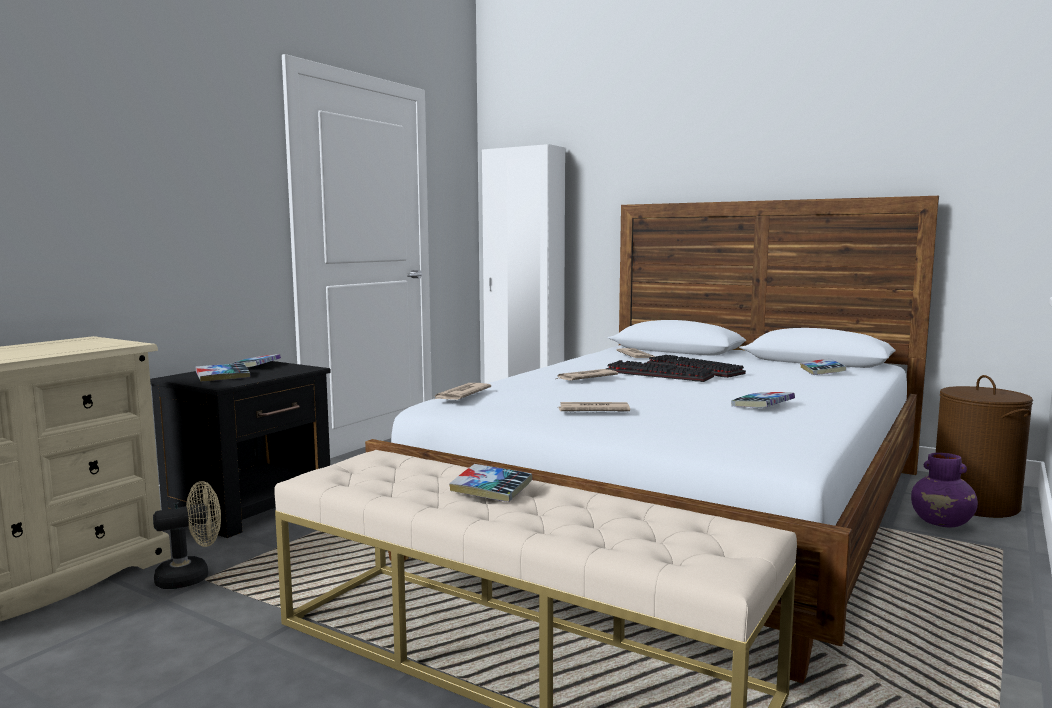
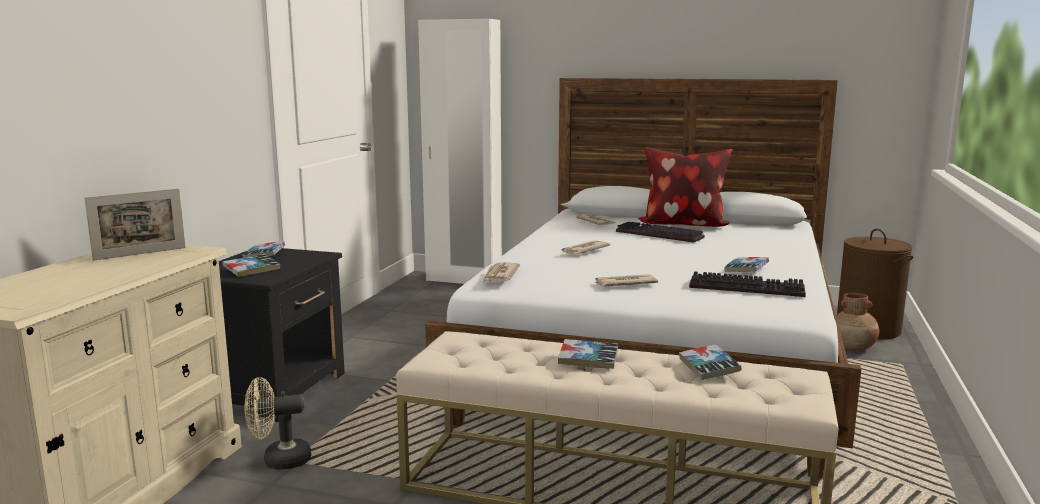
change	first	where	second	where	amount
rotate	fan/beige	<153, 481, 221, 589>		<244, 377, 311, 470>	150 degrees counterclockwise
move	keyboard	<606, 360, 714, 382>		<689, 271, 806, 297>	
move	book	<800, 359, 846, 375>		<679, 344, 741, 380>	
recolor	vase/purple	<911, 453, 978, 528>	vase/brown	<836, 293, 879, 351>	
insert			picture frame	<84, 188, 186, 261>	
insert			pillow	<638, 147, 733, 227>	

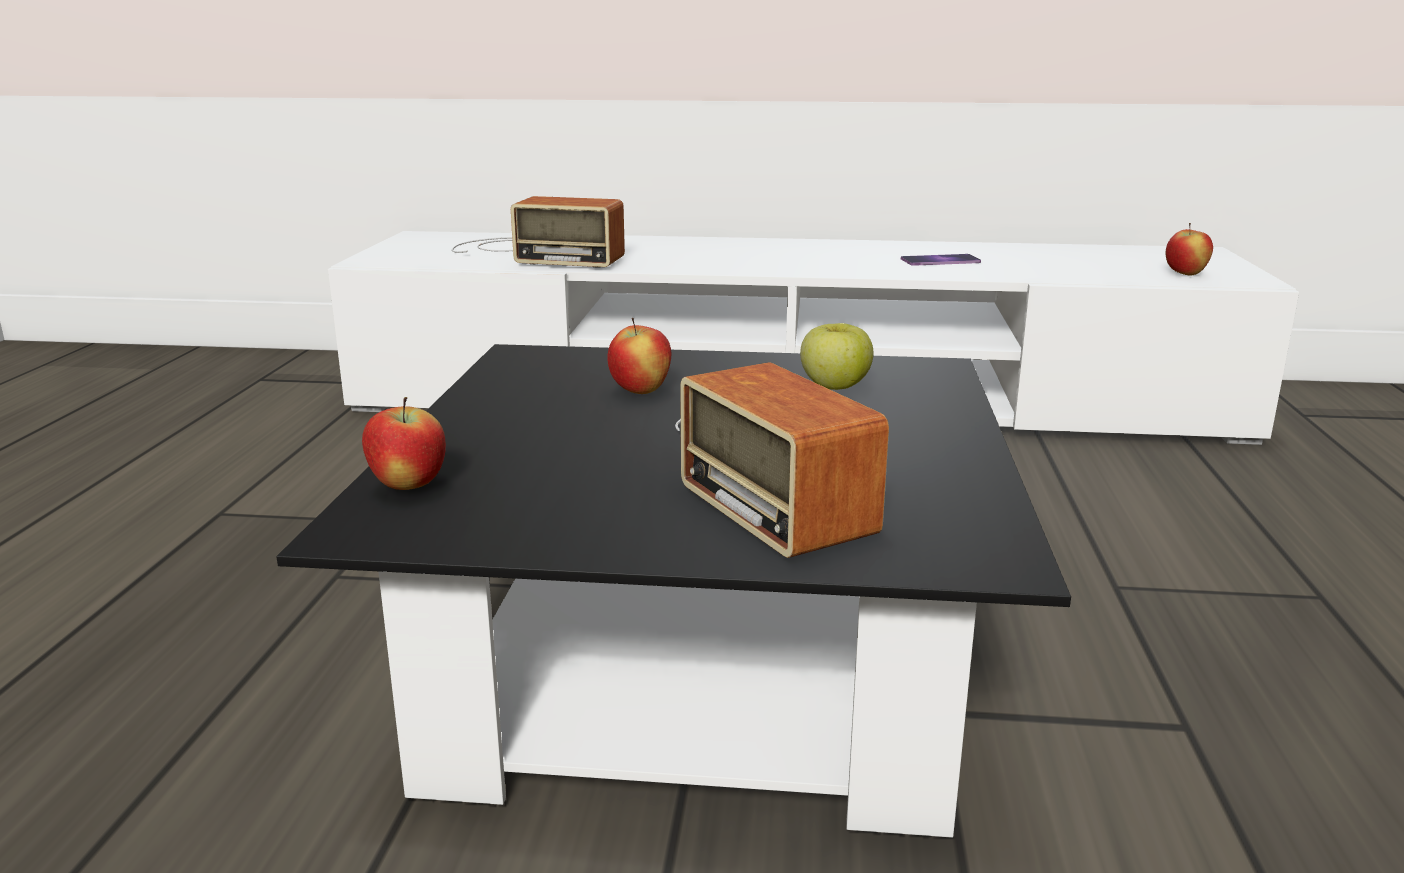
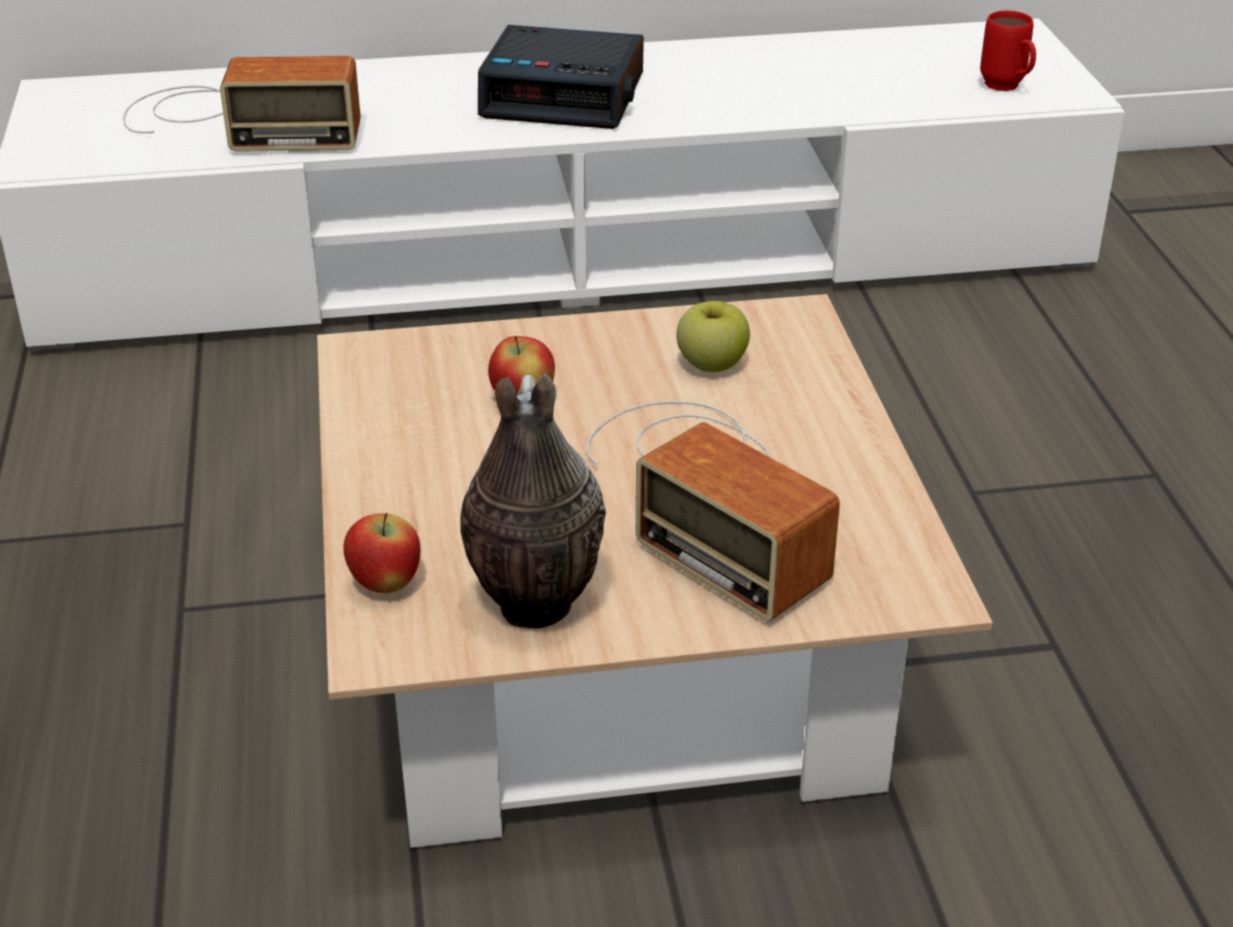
change	first	where	second	where	amount
recolor	coffee table/black	<276, 344, 1071, 838>	coffee table/beige	<317, 294, 993, 848>	
delete	phone	<901, 254, 981, 266>			
replace	apple	<1166, 223, 1213, 276>	mug/red	<980, 11, 1036, 91>	
insert			vase	<460, 374, 606, 628>	
insert			alarm clock	<478, 25, 644, 129>	

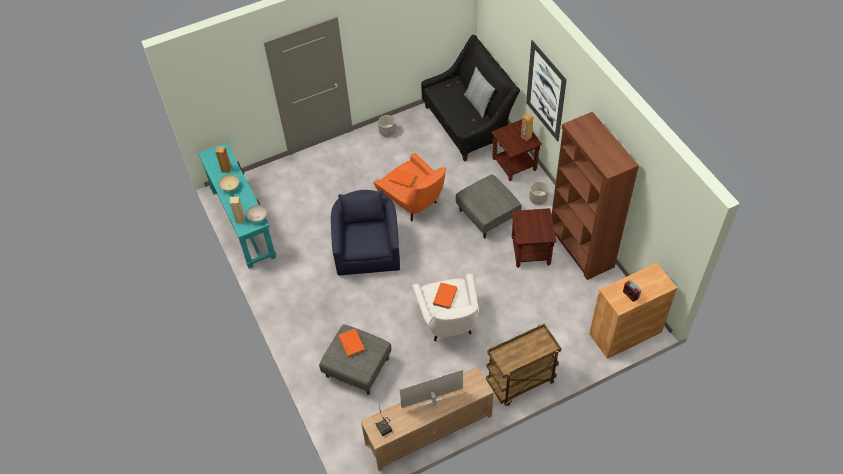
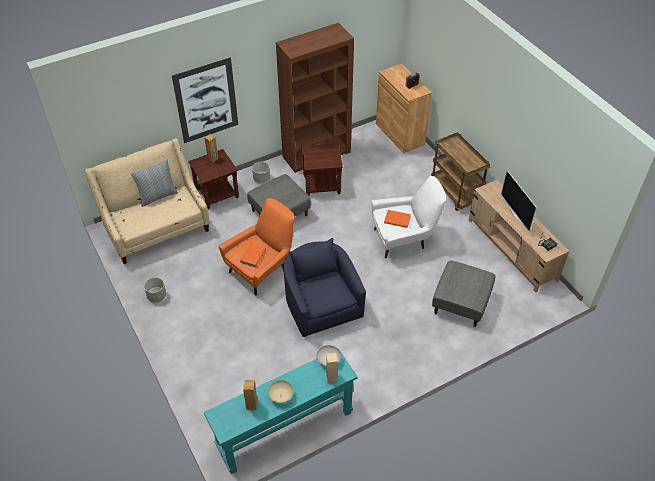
change	first	where	second	where	amount
rotate	armchair/blue	<331, 190, 400, 276>		<283, 238, 366, 337>	75 degrees clockwise
delete	book/orange	<339, 329, 365, 357>			
recolor	sofa/black	<421, 35, 520, 162>	sofa/beige	<85, 139, 210, 264>	

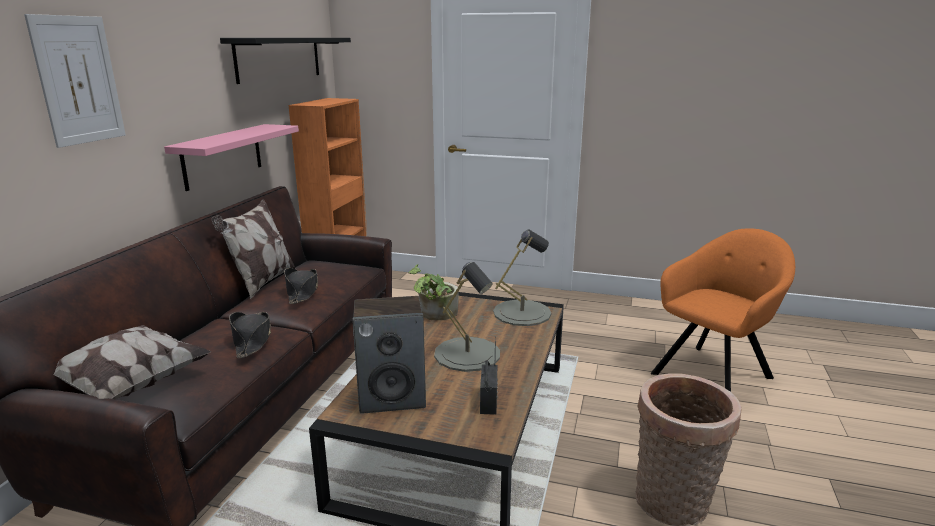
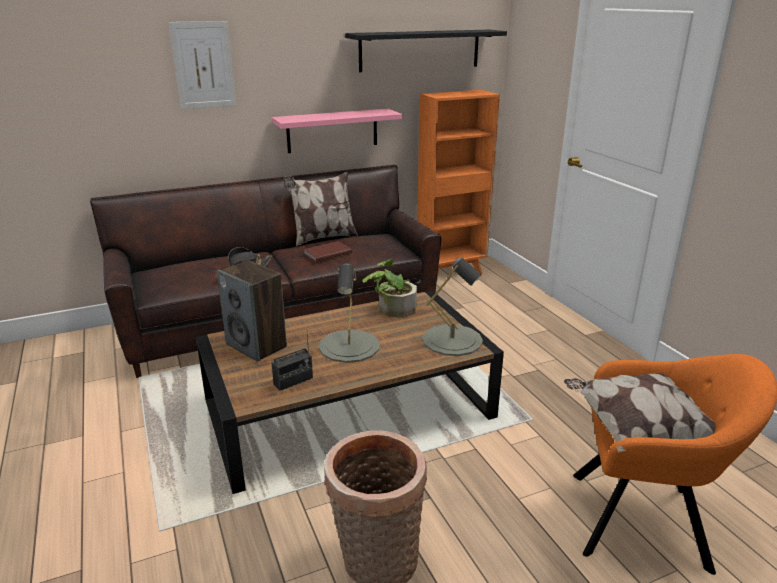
change	first	where	second	where	amount
move	pillow	<54, 325, 212, 399>		<564, 373, 716, 452>	
replace	hat/black	<284, 268, 318, 304>	book/brown	<303, 241, 352, 262>	

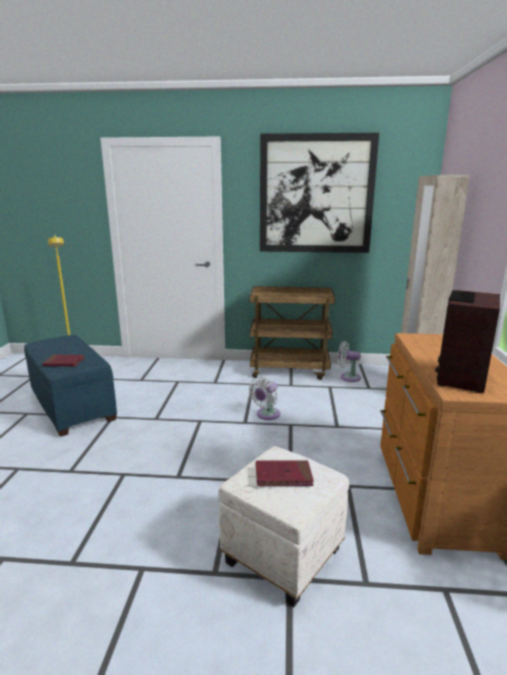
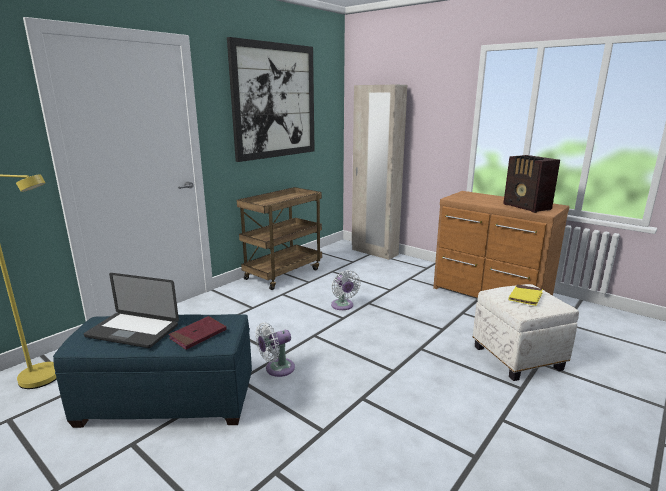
change	first	where	second	where	amount
recolor	book/red	<256, 460, 314, 486>	book/yellow	<509, 284, 543, 306>	
move	fan/white	<337, 341, 361, 382>		<255, 323, 295, 377>	
insert			laptop	<84, 273, 179, 348>	

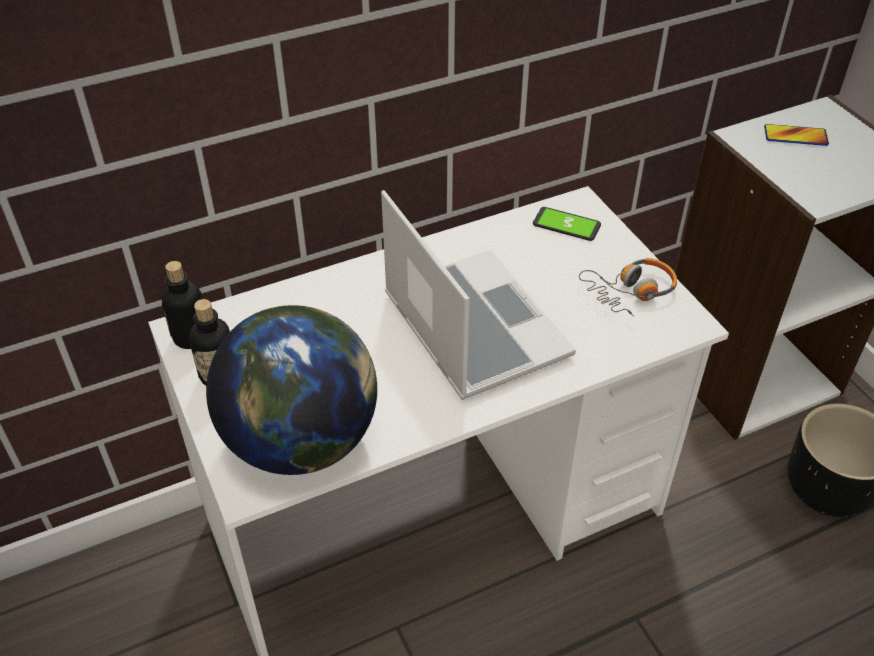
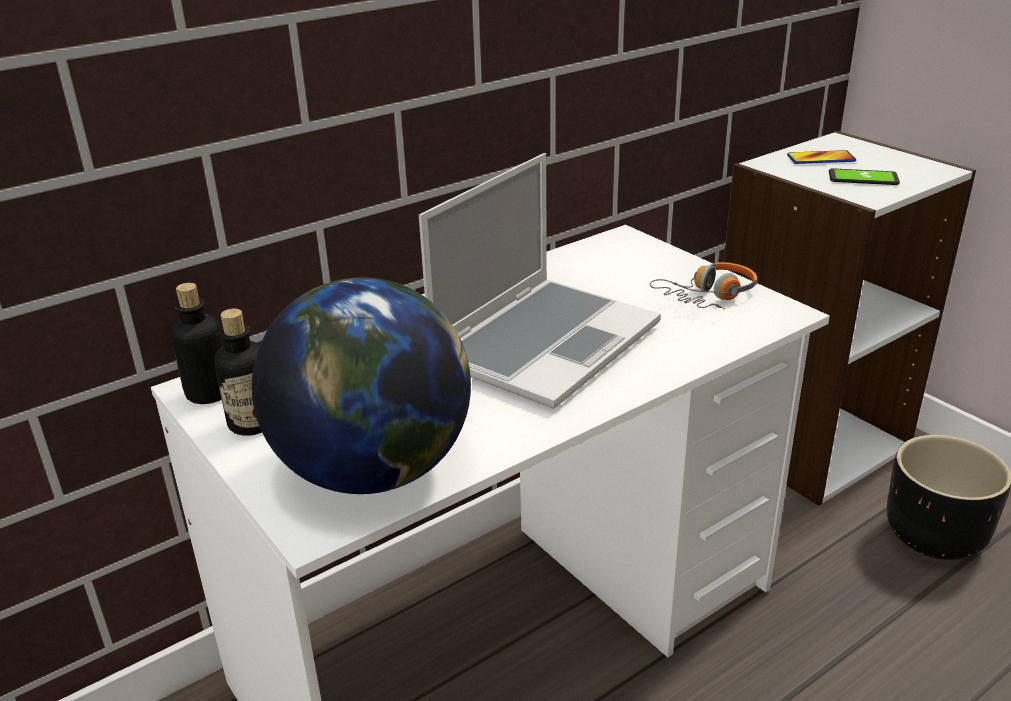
change	first	where	second	where	amount
rotate	laptop	<381, 190, 576, 400>		<419, 153, 661, 409>	75 degrees clockwise
move	phone	<533, 207, 601, 241>		<829, 168, 900, 185>	

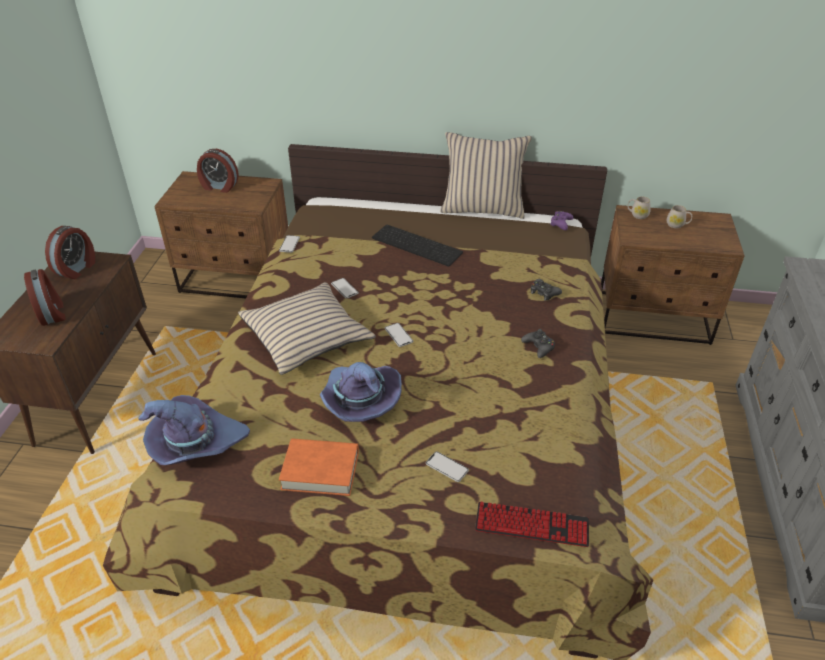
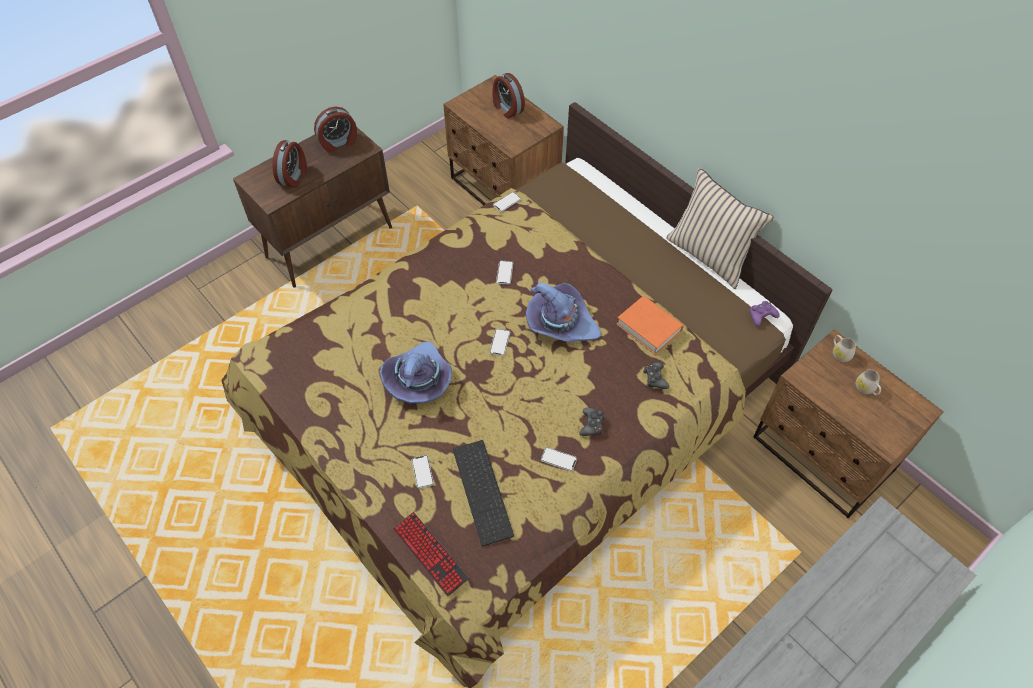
change	first	where	second	where	amount
move	hat/purple	<138, 395, 250, 465>		<526, 283, 601, 342>	
delete	pillow/beige	<238, 282, 376, 375>			
move	book/orange	<279, 438, 359, 496>		<616, 296, 684, 355>	
move	keyboard	<372, 224, 463, 267>		<453, 440, 514, 546>	
insert			phone	<541, 447, 577, 471>	

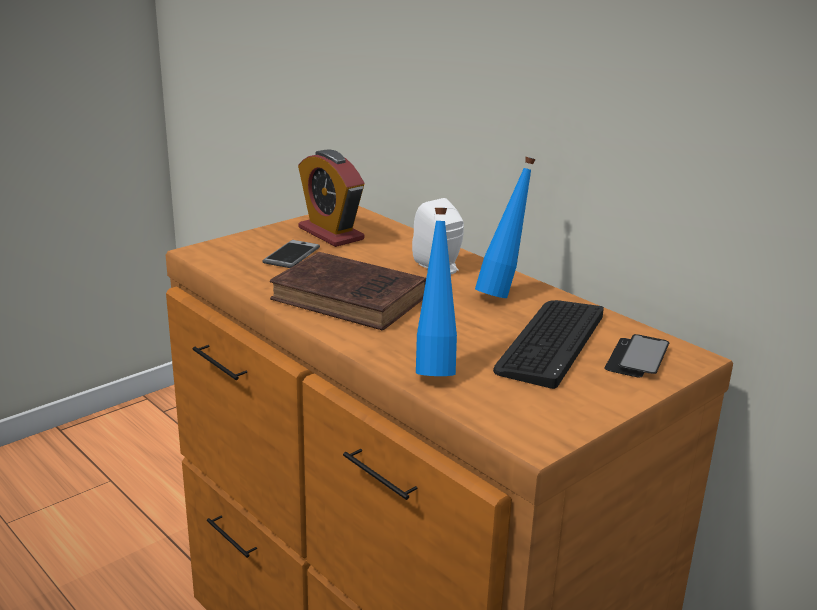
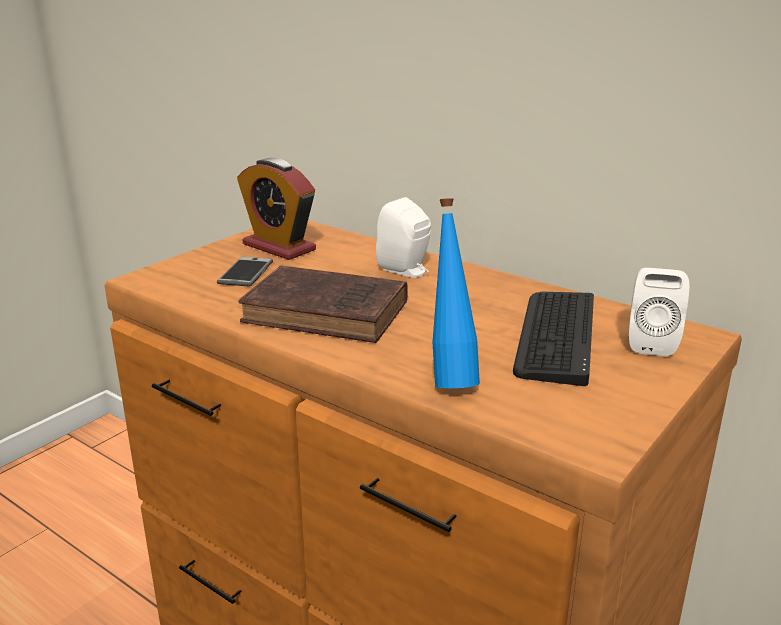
change	first	where	second	where	amount
delete	bottle/blue	<475, 157, 536, 298>			
replace	phone	<605, 334, 670, 377>	speaker/white	<629, 268, 690, 357>	

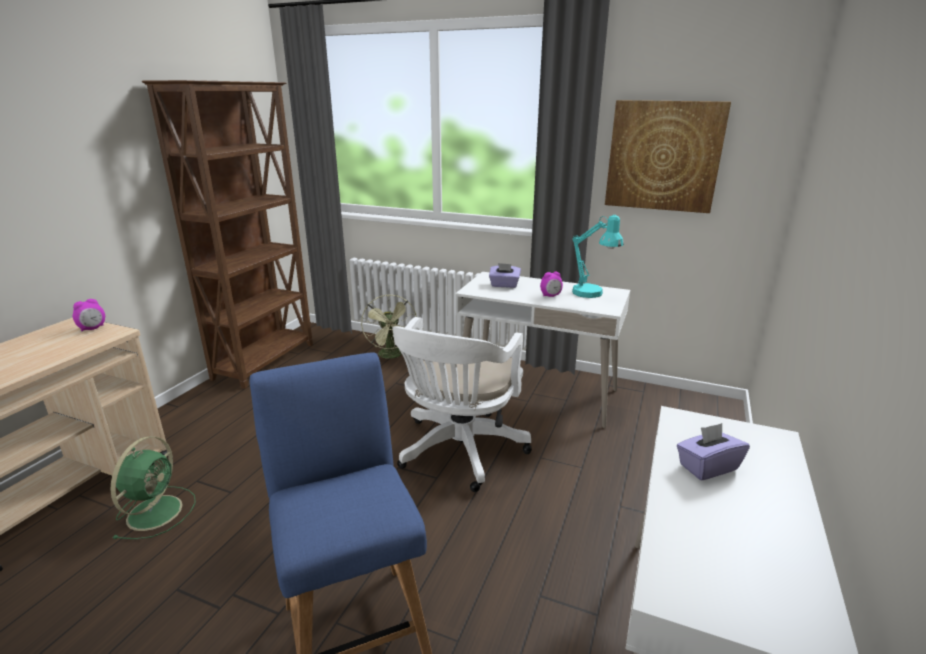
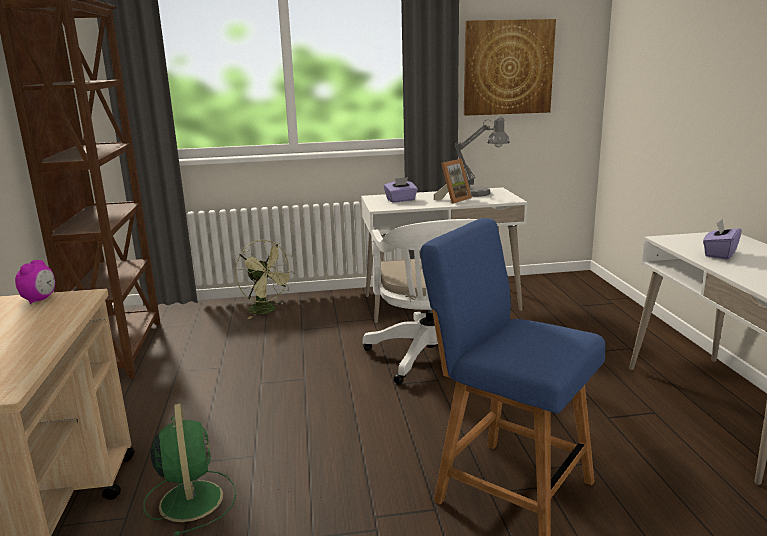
change	first	where	second	where	amount
replace	alarm clock	<540, 272, 563, 297>	picture frame	<434, 158, 472, 204>	
recolor	table lamp/turquoise	<572, 215, 624, 298>	table lamp/grey	<455, 116, 510, 197>	

